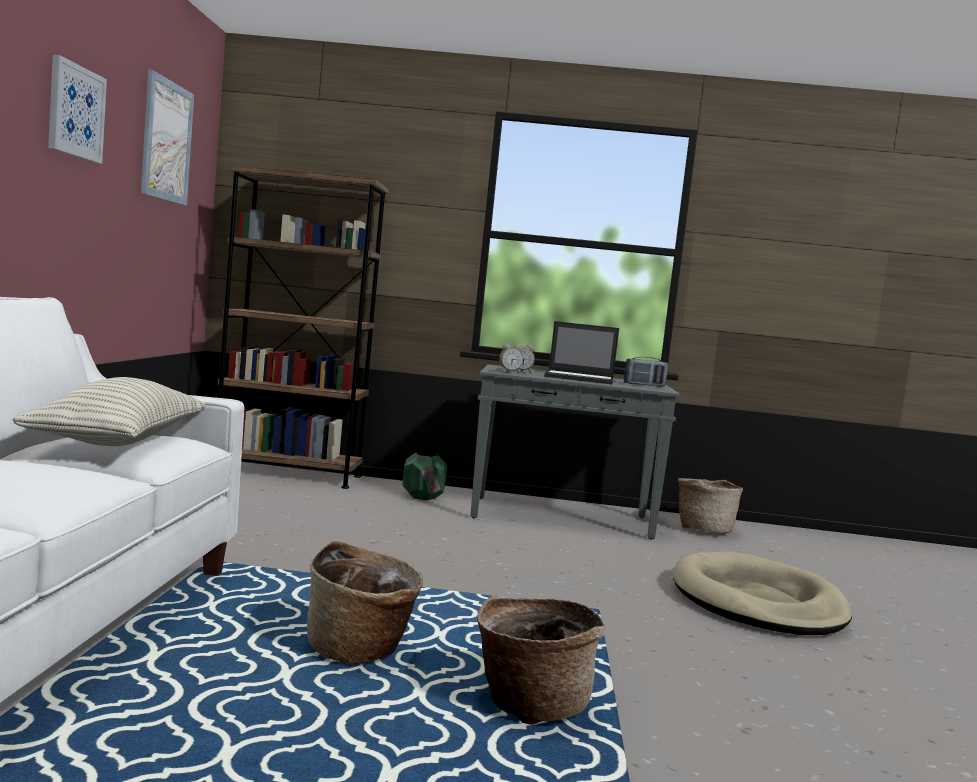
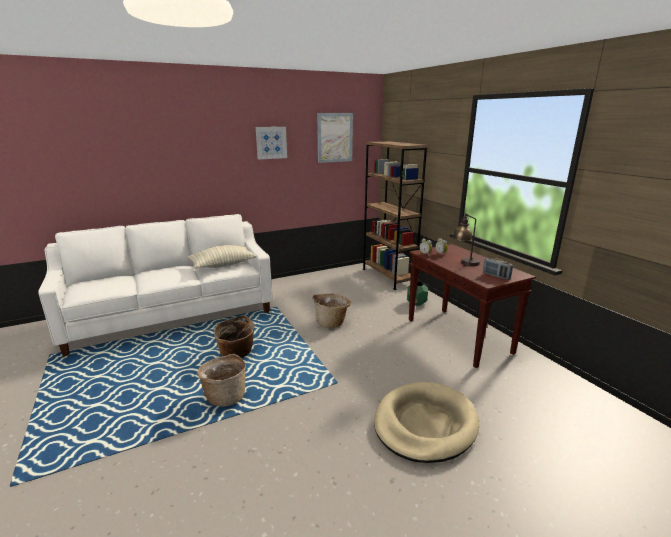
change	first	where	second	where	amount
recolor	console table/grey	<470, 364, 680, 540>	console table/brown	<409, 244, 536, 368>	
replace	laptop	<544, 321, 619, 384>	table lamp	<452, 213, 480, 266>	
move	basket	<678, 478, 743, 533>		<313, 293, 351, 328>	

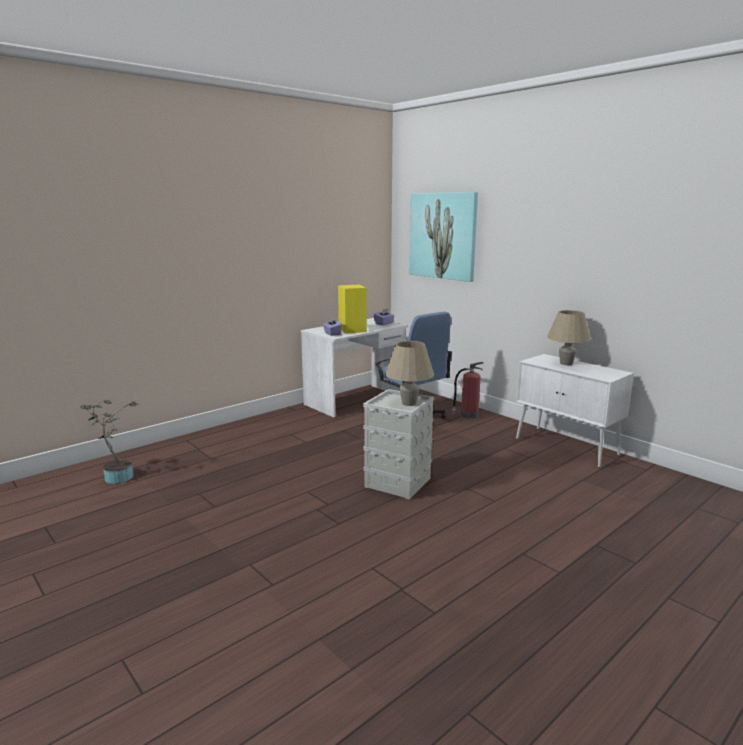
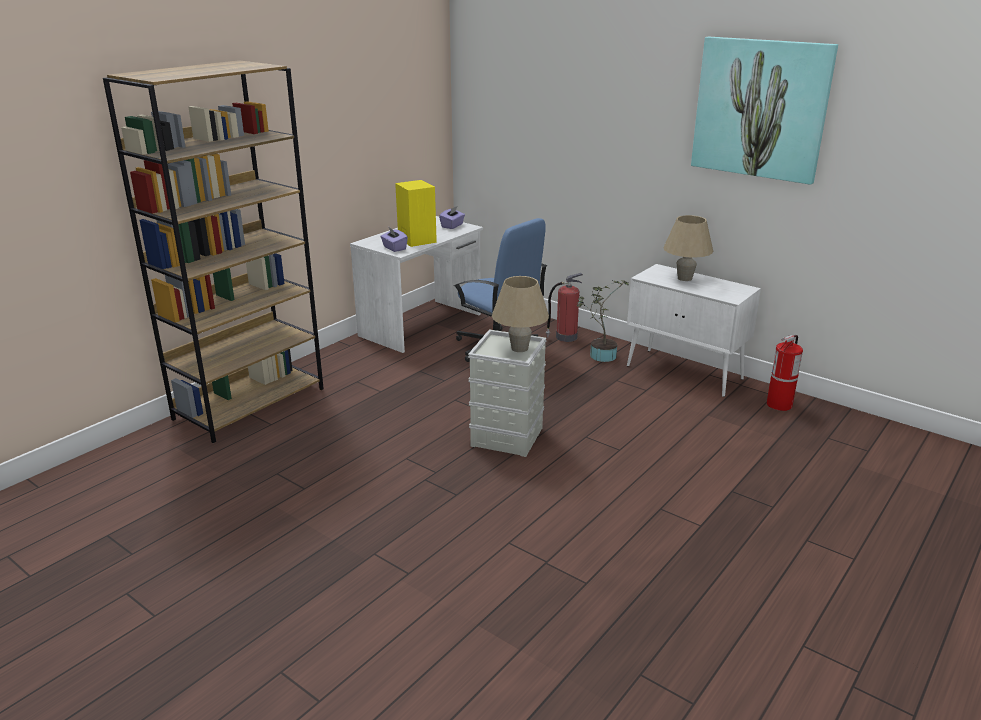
change	first	where	second	where	amount
move	potted plant	<80, 400, 138, 484>		<577, 280, 629, 362>	
move	picture	<410, 192, 478, 282>		<691, 37, 838, 185>	
insert			bookcase/brown	<103, 60, 324, 443>	
insert			fire extinguisher	<767, 335, 803, 411>	

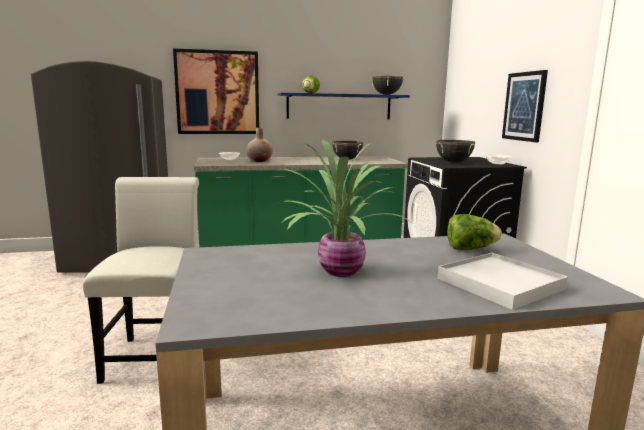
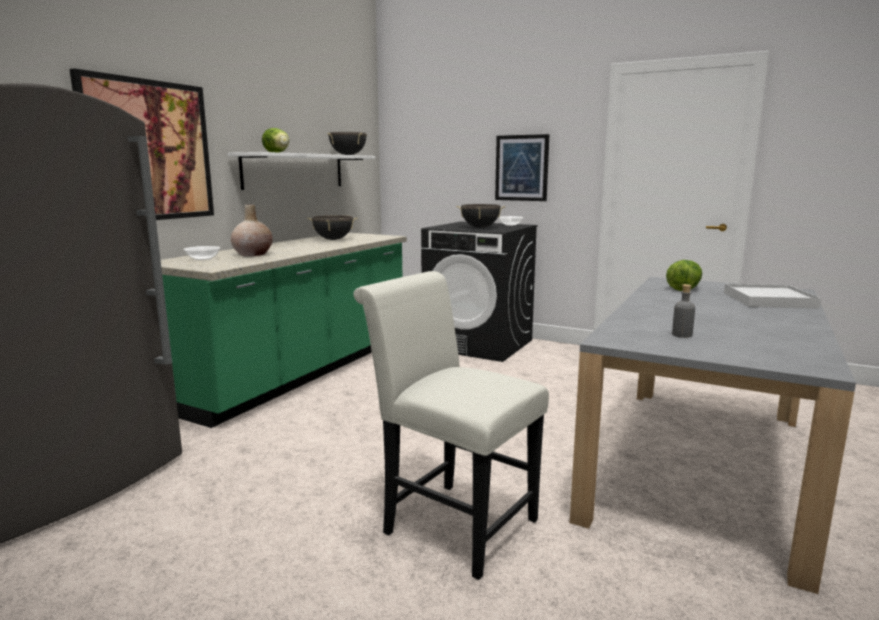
change	first	where	second	where	amount
delete	potted plant	<275, 140, 410, 277>			
recolor	shelf/blue	<277, 93, 410, 119>	shelf/white	<228, 152, 375, 190>	
insert			bottle/grey	<672, 284, 695, 338>	

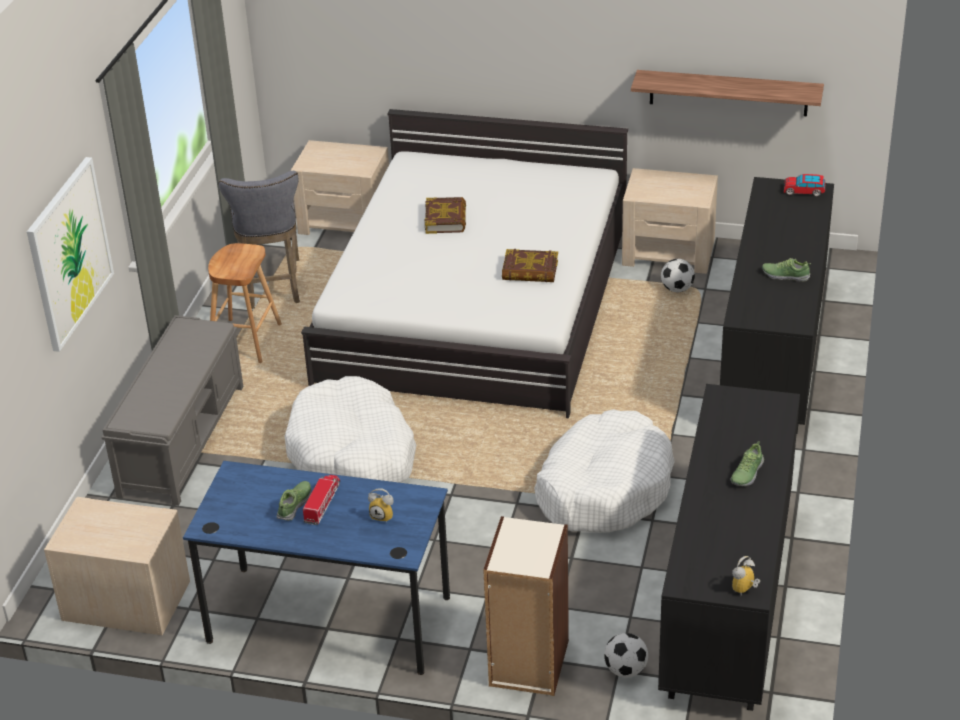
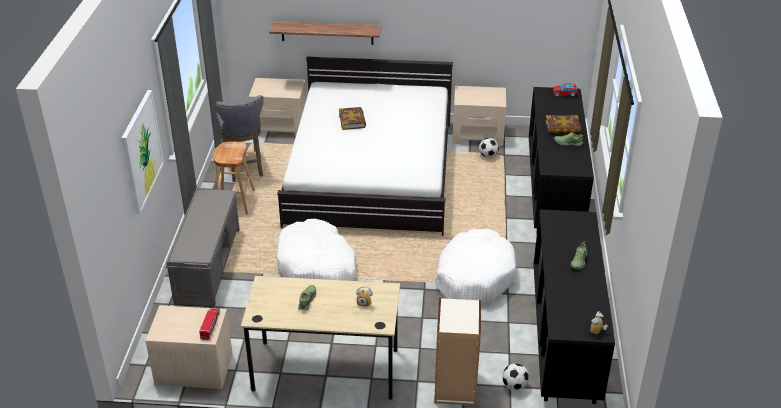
change	first	where	second	where	amount
recolor	desk/blue	<183, 461, 450, 675>	desk/beige	<241, 276, 400, 400>	
move	toy truck	<303, 475, 340, 525>		<199, 308, 220, 340>	
move	book	<502, 249, 558, 282>		<546, 115, 581, 134>	
move	shelf	<631, 70, 824, 116>		<269, 21, 381, 45>	

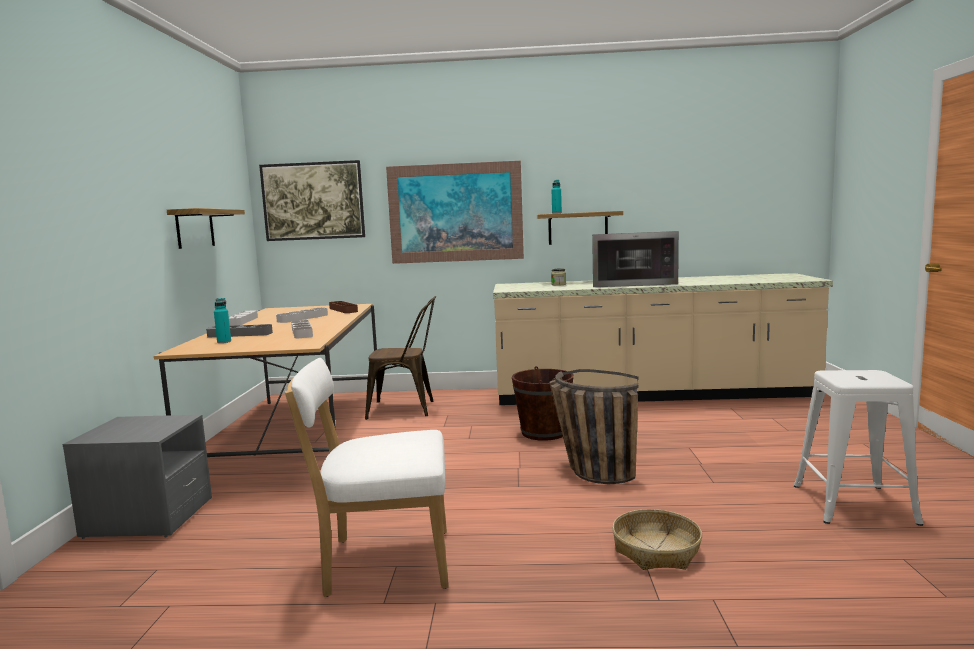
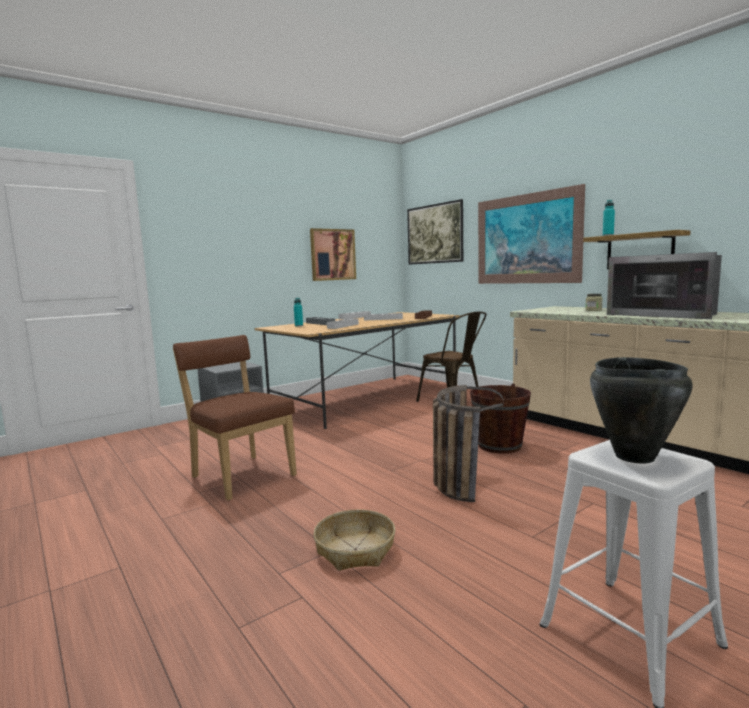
change	first	where	second	where	amount
replace	shelf	<167, 208, 245, 249>	picture	<310, 228, 356, 281>	
recolor	chair/white	<284, 358, 449, 597>	chair/brown	<173, 335, 297, 501>	
insert			cooking pot/black	<590, 357, 693, 464>	

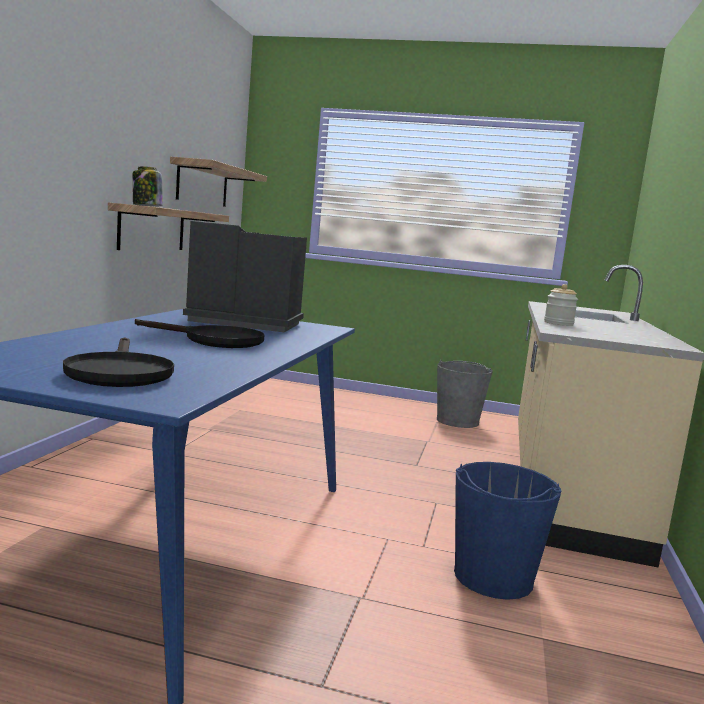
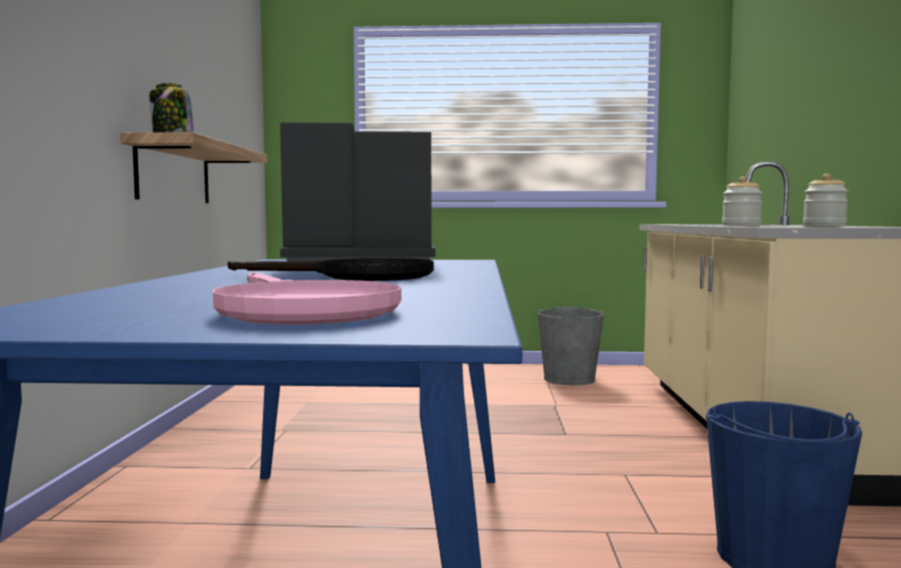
change	first	where	second	where	amount
recolor	frying pan/black	<63, 337, 174, 387>	frying pan/pink	<213, 272, 401, 325>	
delete	shelf	<170, 157, 267, 207>			
insert			jar	<803, 173, 848, 227>	

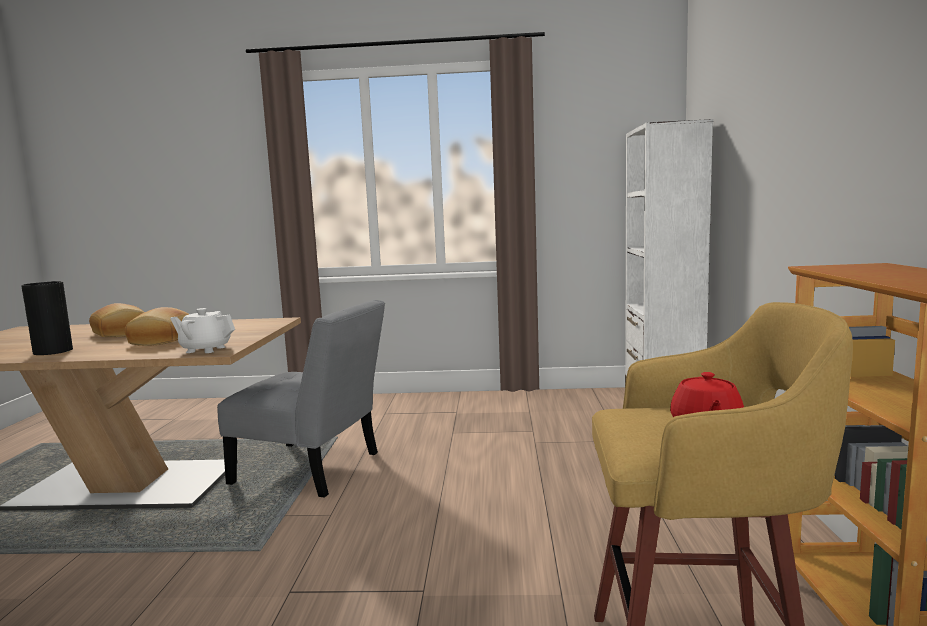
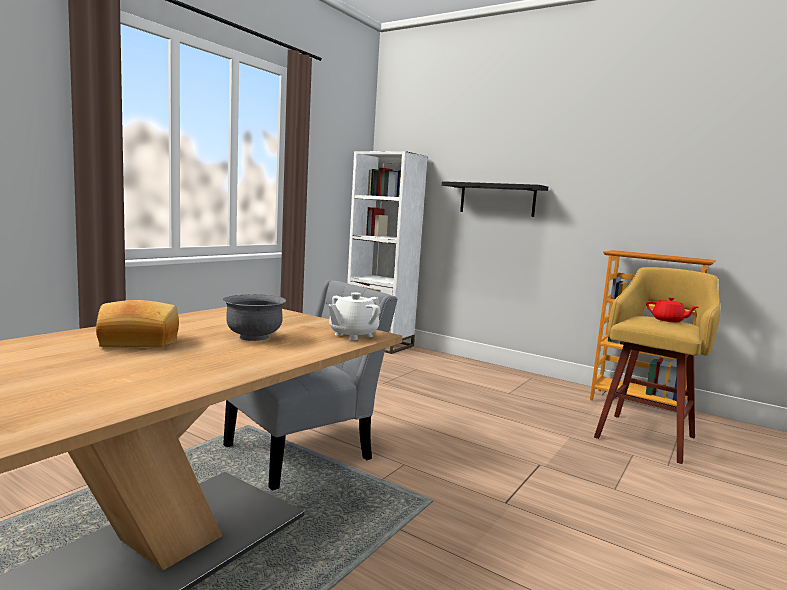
change	first	where	second	where	amount
delete	vase	<21, 281, 73, 355>			
replace	bread	<125, 307, 189, 346>	bowl/grey	<222, 294, 286, 341>	
insert			shelf/black	<442, 181, 548, 217>	

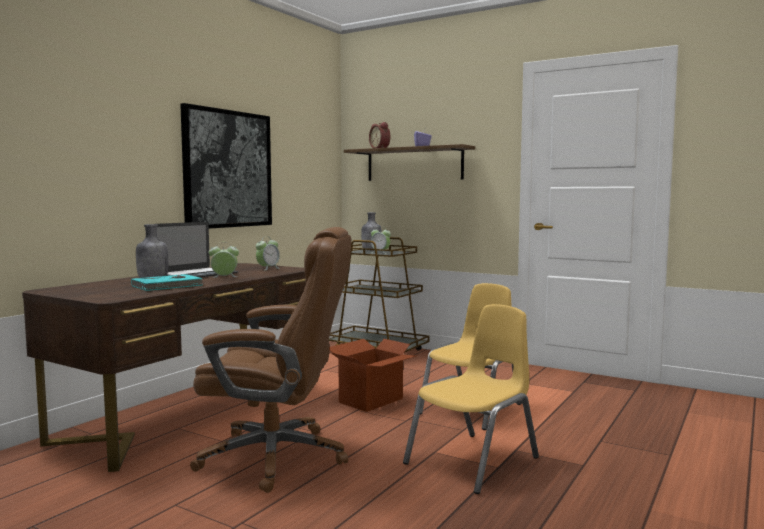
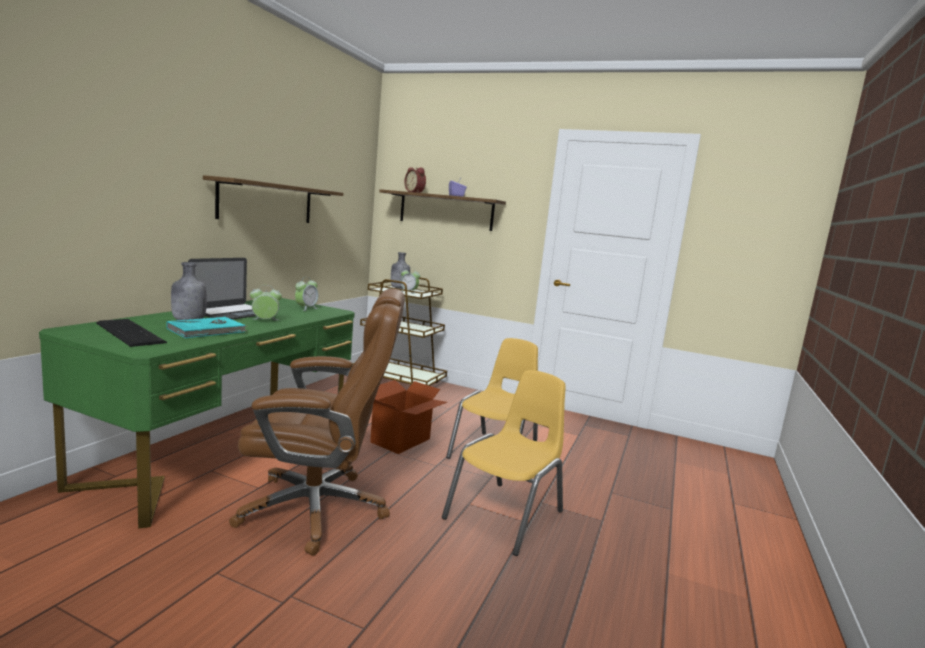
change	first	where	second	where	amount
recolor	desk/brown	<22, 263, 306, 472>	desk/green	<39, 298, 355, 528>	
replace	picture	<180, 103, 272, 229>	shelf	<203, 175, 343, 223>	
insert			keyboard	<96, 319, 167, 347>	

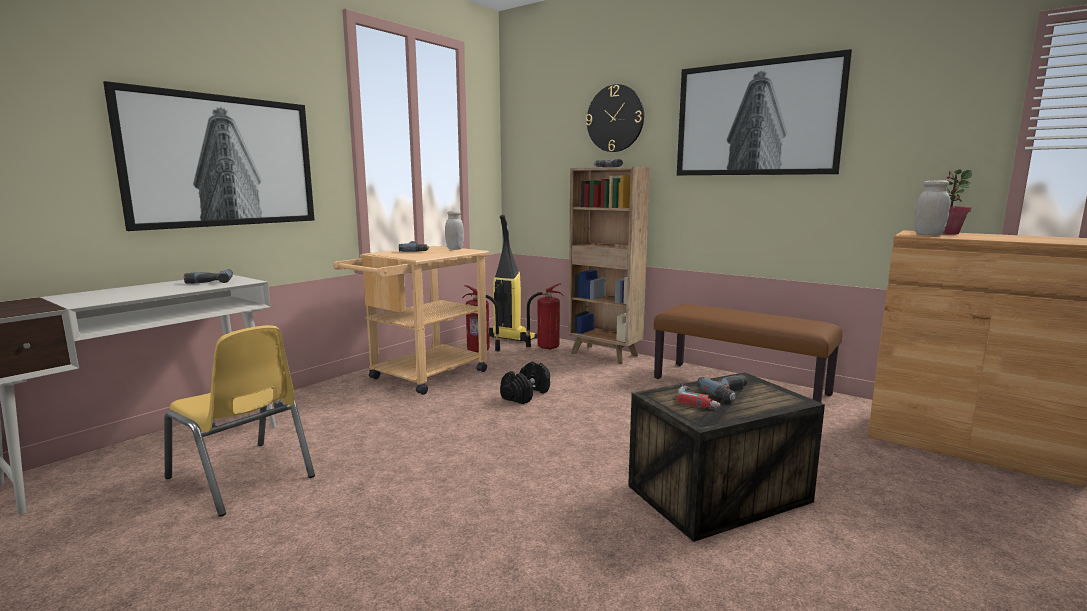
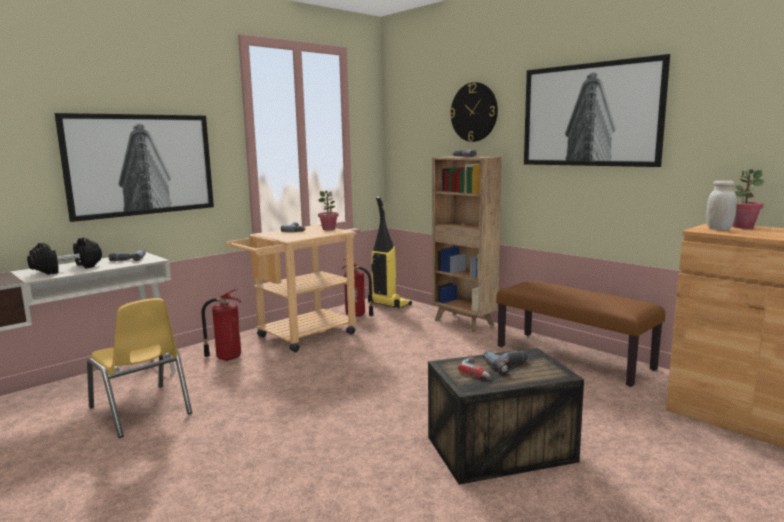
change	first	where	second	where	amount
replace	jar/white	<445, 211, 464, 250>	potted plant	<318, 191, 339, 230>	
move	dumbbell/black	<500, 361, 550, 404>		<27, 237, 102, 275>	
move	fire extinguisher	<526, 283, 564, 350>		<202, 289, 242, 361>	

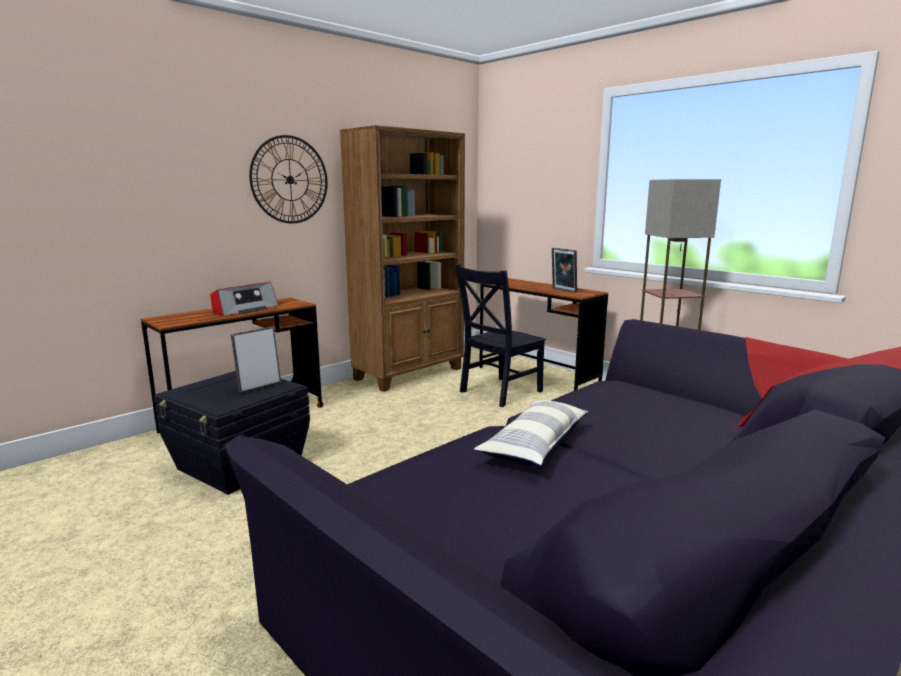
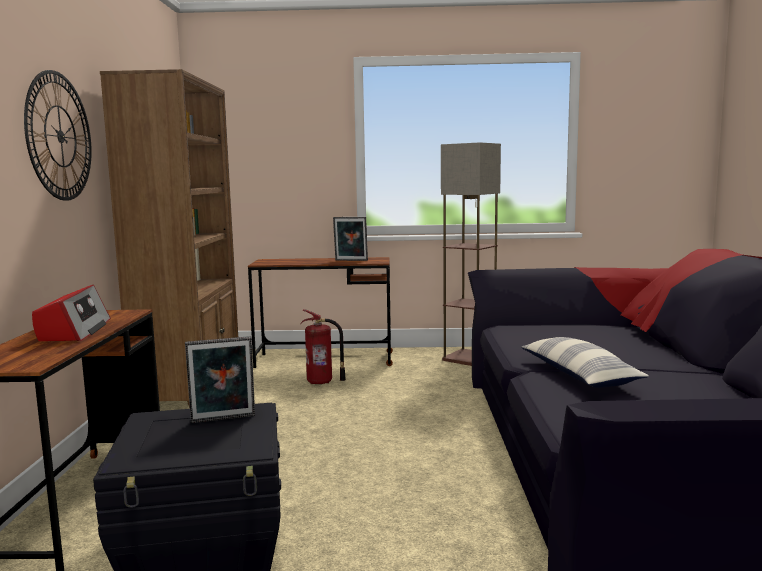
change	first	where	second	where	amount
rotate	picture frame	<231, 327, 281, 393>		<185, 336, 255, 423>	105 degrees counterclockwise
replace	chair/black	<454, 264, 546, 407>	fire extinguisher	<300, 309, 346, 384>	

